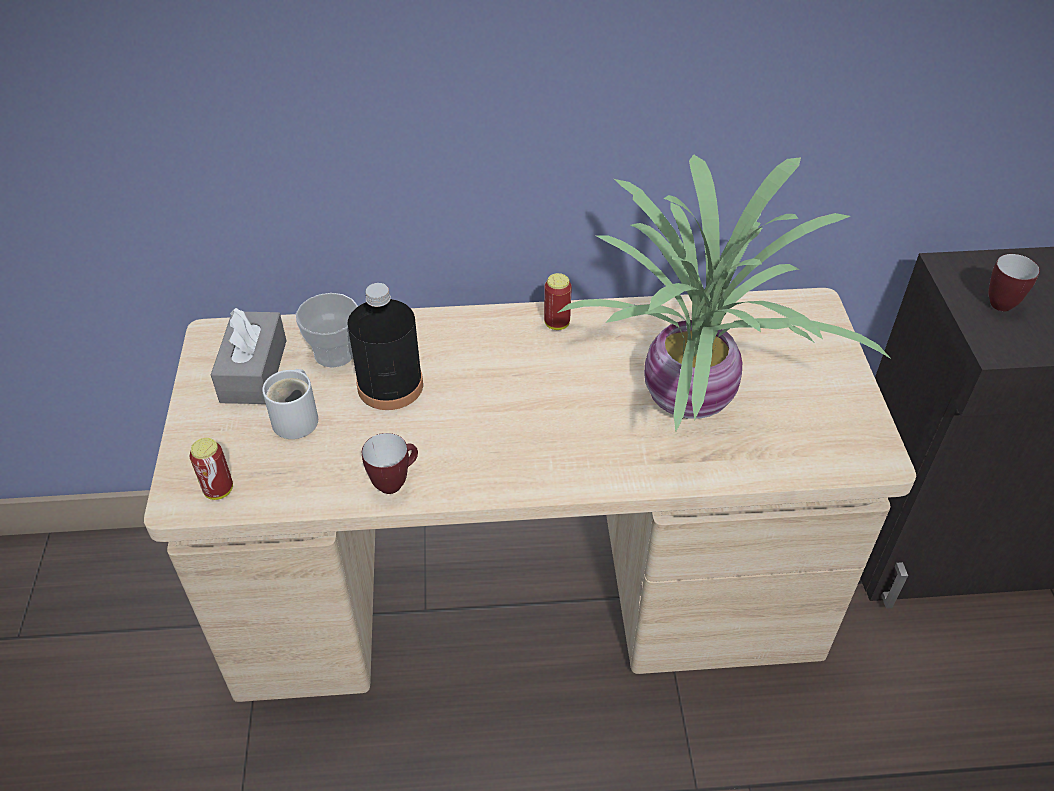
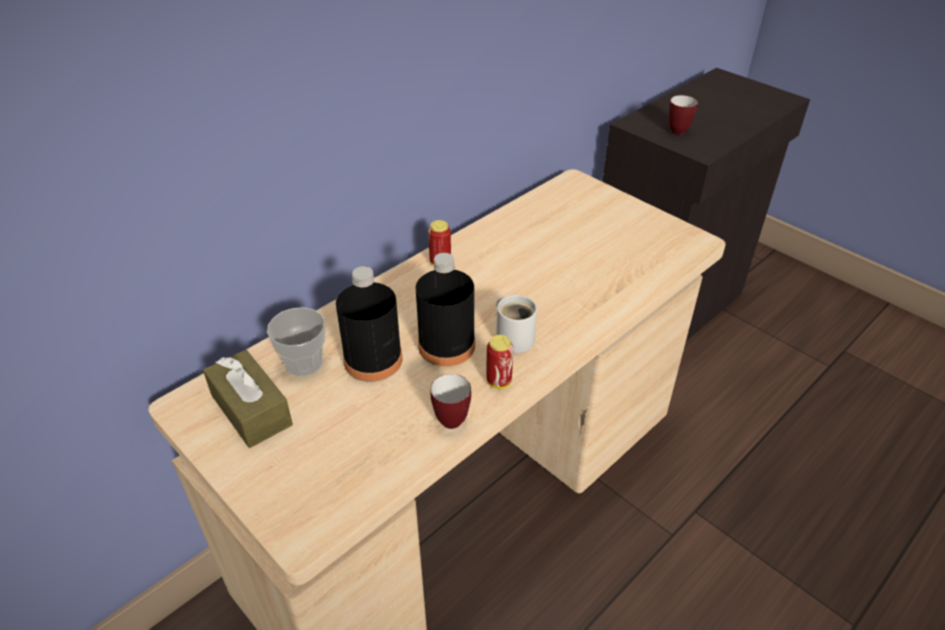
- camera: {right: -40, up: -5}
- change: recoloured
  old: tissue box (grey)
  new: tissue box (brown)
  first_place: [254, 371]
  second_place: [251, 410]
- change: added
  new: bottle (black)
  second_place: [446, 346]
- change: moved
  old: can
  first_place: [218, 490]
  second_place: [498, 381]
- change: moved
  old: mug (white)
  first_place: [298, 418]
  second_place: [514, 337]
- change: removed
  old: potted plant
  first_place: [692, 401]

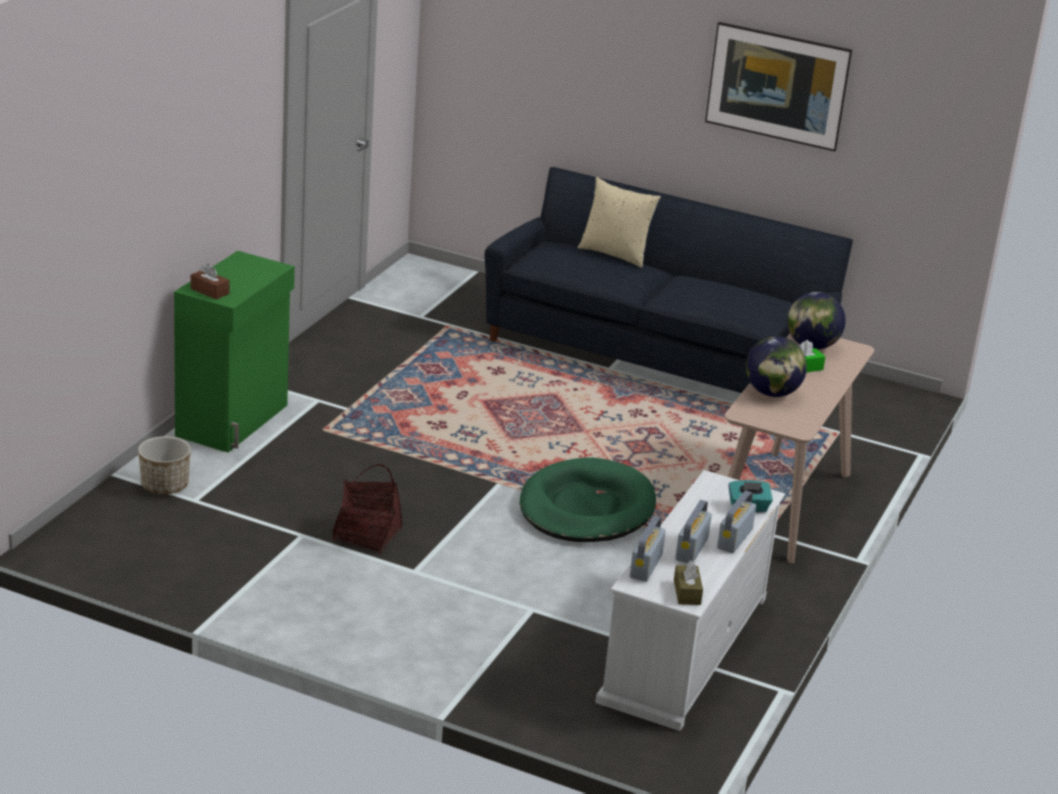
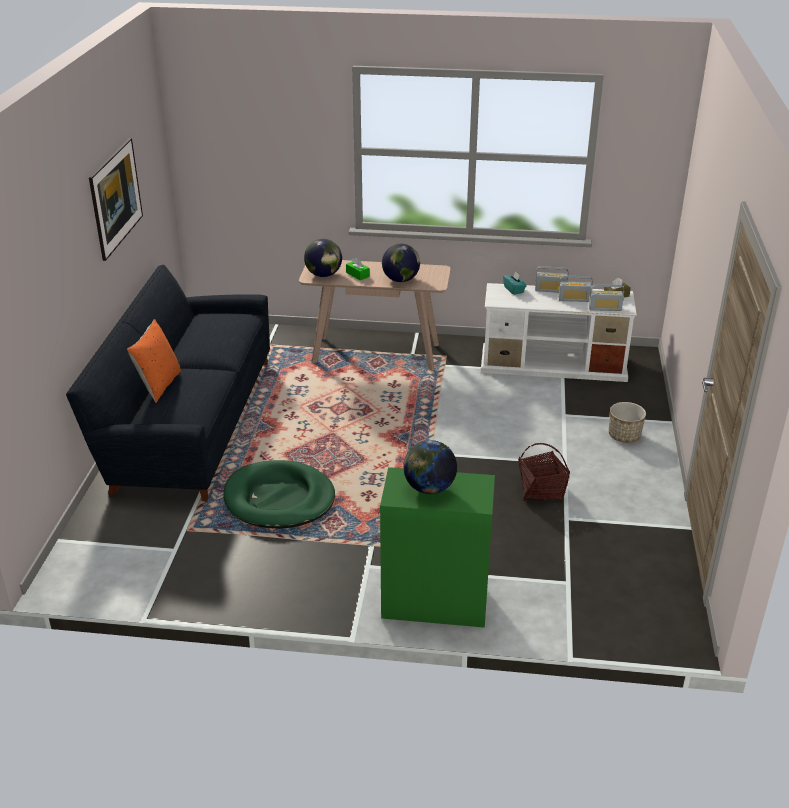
- camera: {right: -105, up: 5}
- change: recoloured
  old: pillow (beige)
  new: pillow (orange)
  first_place: [615, 254]
  second_place: [159, 385]
- change: moved
  old: dog bed (green)
  first_place: [586, 508]
  second_place: [279, 499]
- change: added
  new: globe
  second_place: [429, 488]
- change: moved
  old: planter
  first_place: [164, 486]
  second_place: [624, 436]
- change: removed
  old: tissue box (brown)
  first_place: [209, 291]

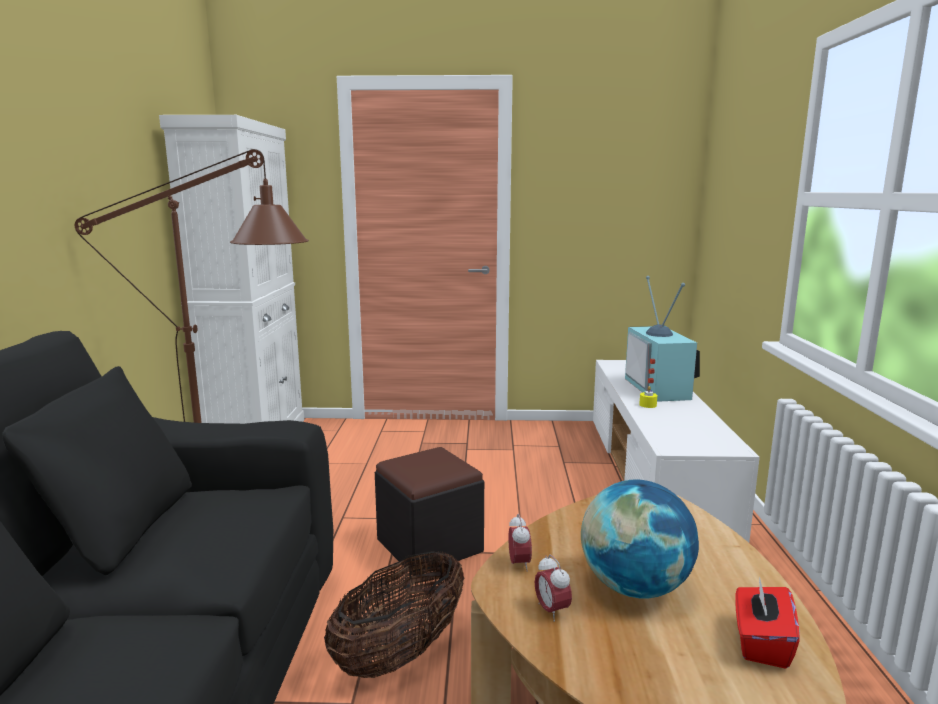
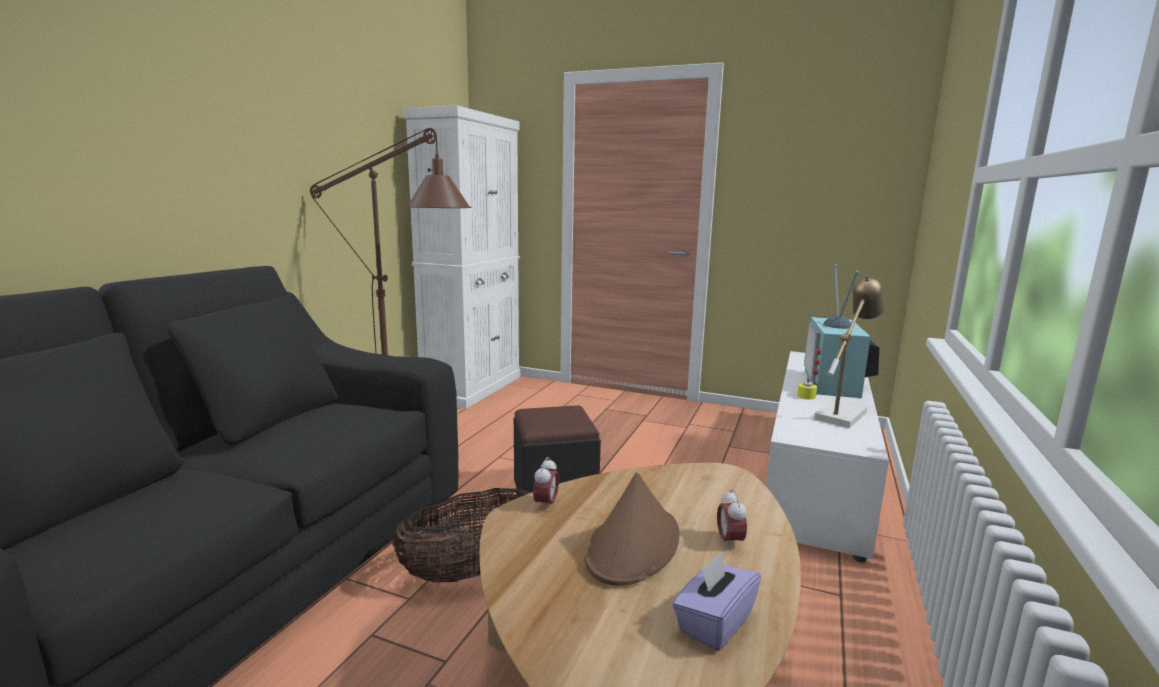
- camera: {right: 20, up: 0}
- change: replaced
  old: globe
  new: hat (brown)
  first_place: [634, 587]
  second_place: [633, 546]
- change: recoloured
  old: tissue box (red)
  new: tissue box (purple)
  first_place: [761, 643]
  second_place: [714, 623]
- change: moved
  old: alarm clock
  first_place: [551, 611]
  second_place: [729, 542]
- change: added
  new: table lamp
  second_place: [842, 413]

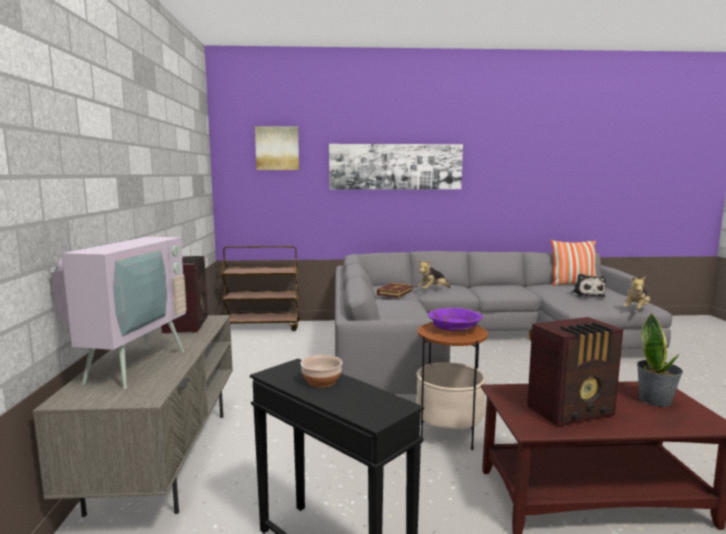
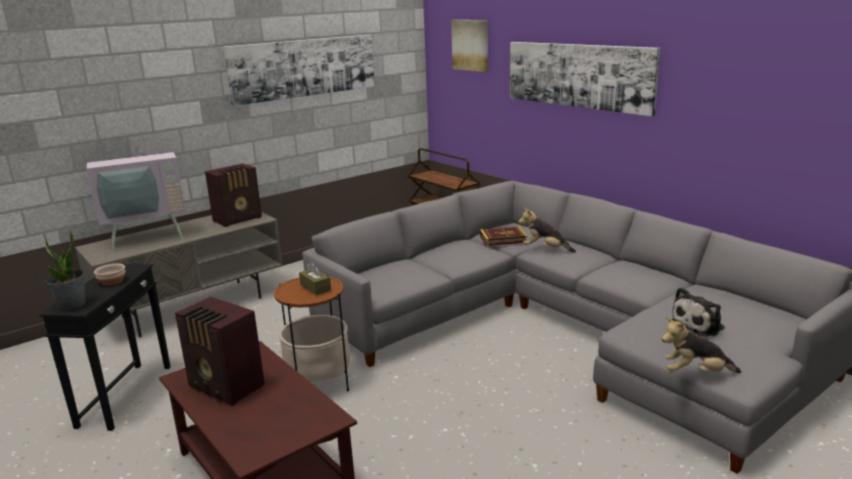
- camera: {right: 55, up: 10}
- change: moved
  old: potted plant
  first_place: [655, 400]
  second_place: [72, 305]
- change: added
  new: picture
  second_place: [303, 68]
- change: replaced
  old: bowl (purple)
  new: tissue box (brown)
  first_place: [454, 328]
  second_place: [315, 287]
- change: removed
  old: pillow
  first_place: [573, 284]

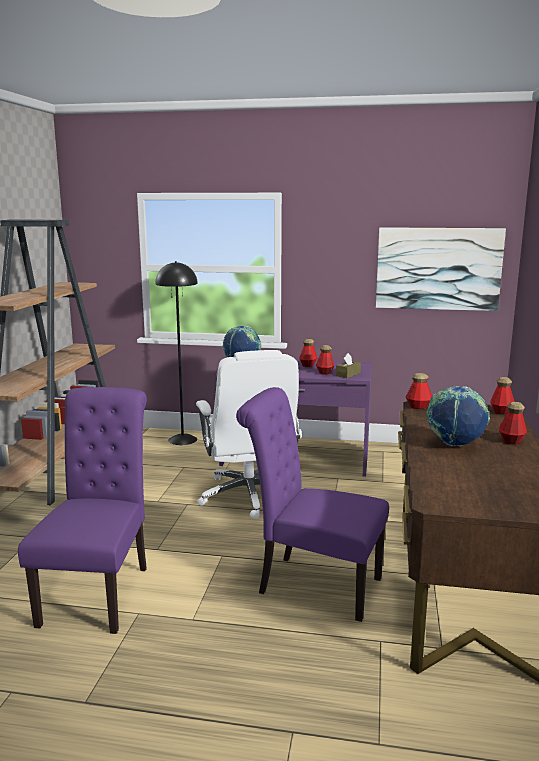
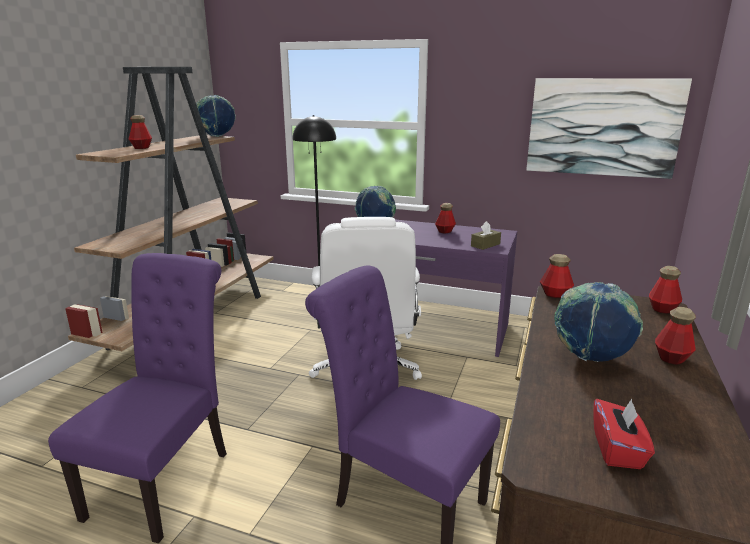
- camera: {right: 10, up: 5}
- change: moved
  old: bottle
  first_place: [324, 372]
  second_place: [141, 148]
- change: added
  new: globe
  second_place: [217, 136]
- change: added
  new: tissue box (red)
  second_place: [618, 450]

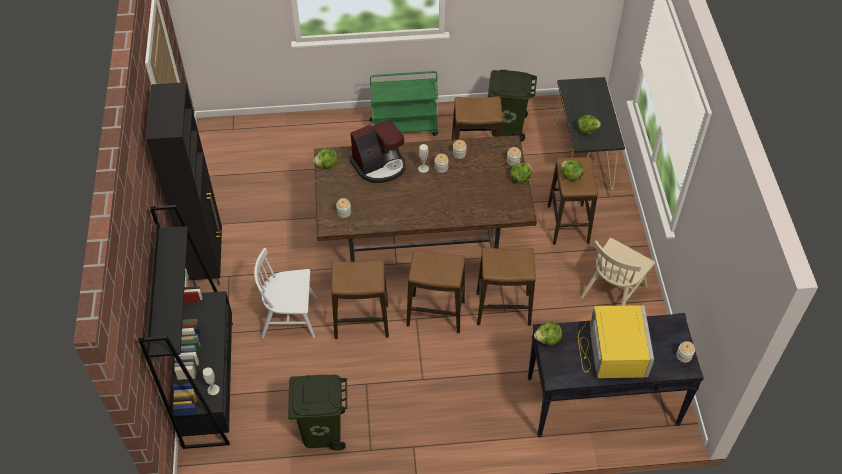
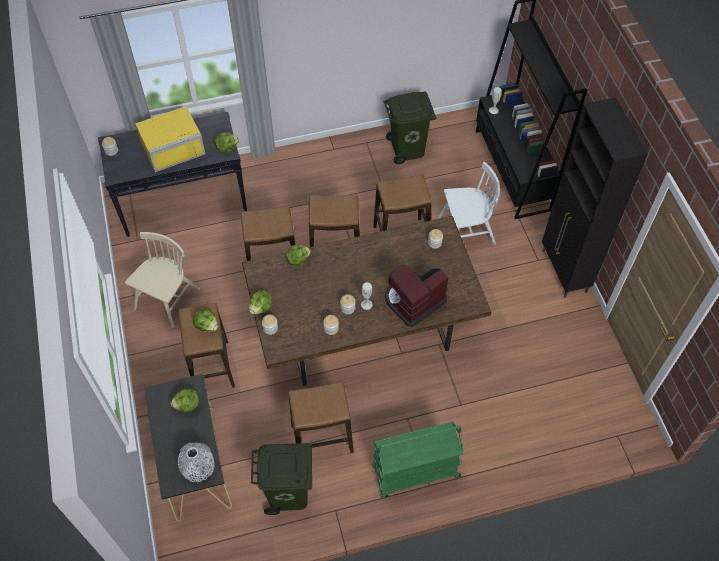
- camera: {right: 170, up: 5}
- change: turned
  old: microwave (yellow)
  first_place: [612, 351]
  second_place: [172, 146]
  degrees: -105
- change: added
  new: vase (grey)
  second_place: [198, 466]
- change: moved
  old: lettuce
  first_place: [327, 165]
  second_place: [298, 260]

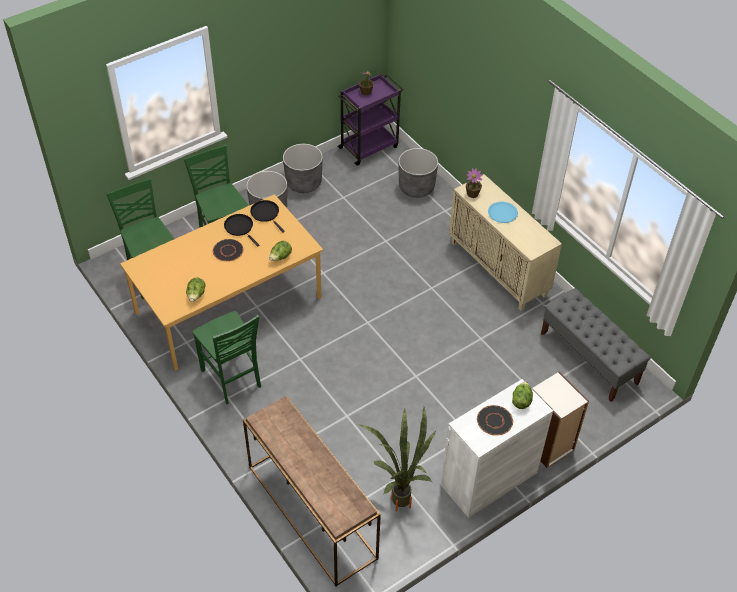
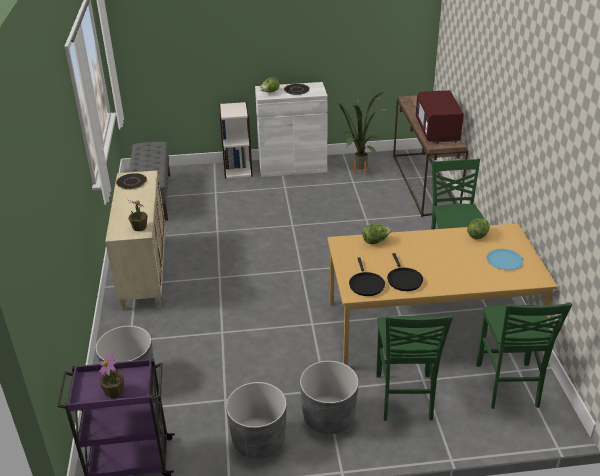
- camera: {right: -150, up: -15}
- change: moved
  old: plate (black)
  first_place: [228, 251]
  second_place: [131, 182]
- change: added
  new: microwave (red)
  second_place: [437, 131]
- change: moved
  old: plate (blue)
  first_place: [502, 213]
  second_place: [504, 260]

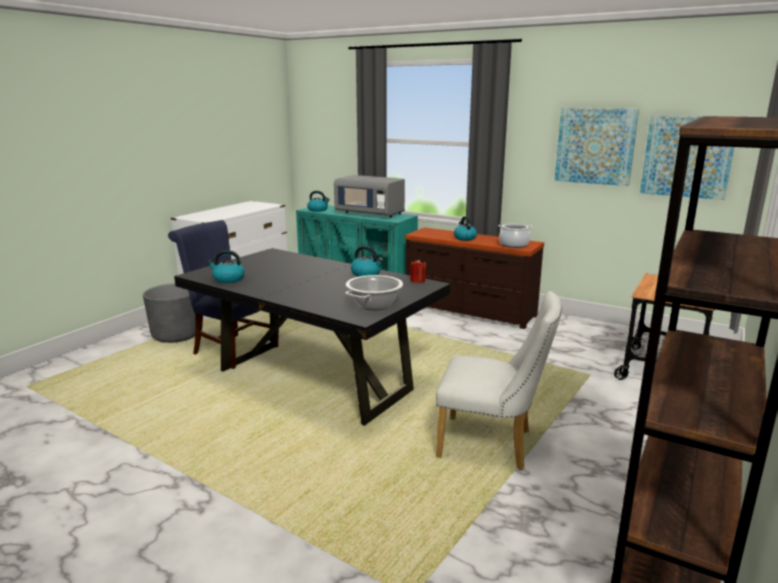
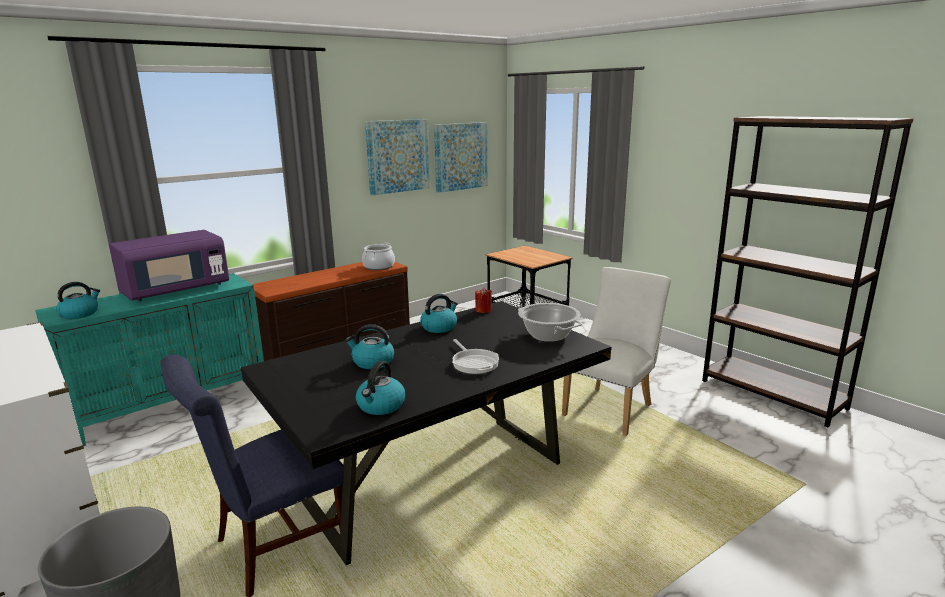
- camera: {right: -70, up: 0}
- change: recoloured
  old: microwave (grey)
  new: microwave (purple)
  first_place: [370, 213]
  second_place: [176, 290]
- change: moved
  old: kettle
  first_place: [464, 238]
  second_place: [372, 362]
- change: added
  new: frying pan
  second_place: [474, 363]

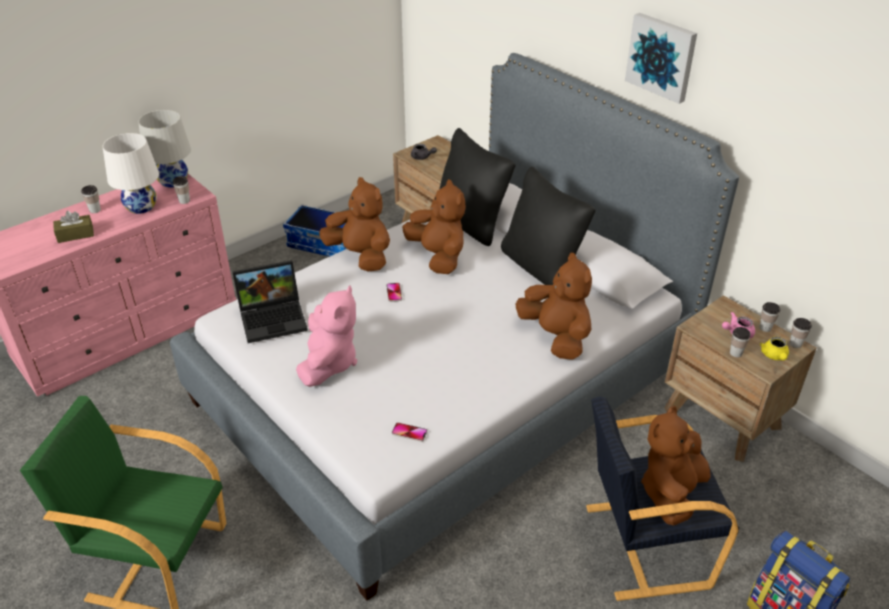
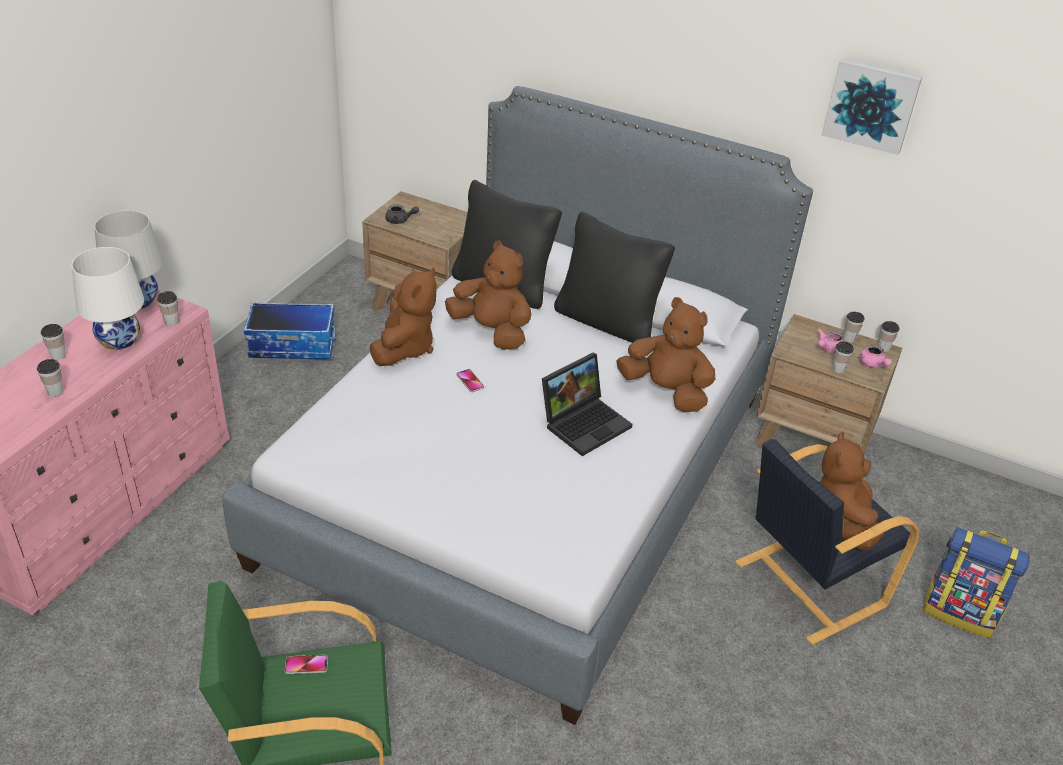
- camera: {right: -25, up: 0}
- change: replaced
  old: tissue box (brown)
  new: cup
  first_place: [75, 235]
  second_place: [55, 392]
- change: moved
  old: phone
  first_place: [409, 432]
  second_place: [306, 665]
- change: turned
  old: plush toy (brown)
  first_place: [360, 256]
  second_place: [404, 348]
  degrees: 90
- change: moved
  old: laptop
  first_place: [274, 318]
  second_place: [585, 422]
- change: moved
  old: picture
  first_place: [662, 57]
  second_place: [871, 105]
- change: recoloured
  old: teapot (yellow)
  new: teapot (pink)
  first_place: [774, 356]
  second_place: [872, 364]
- change: removed
  old: plush toy (pink)
  first_place: [329, 363]

